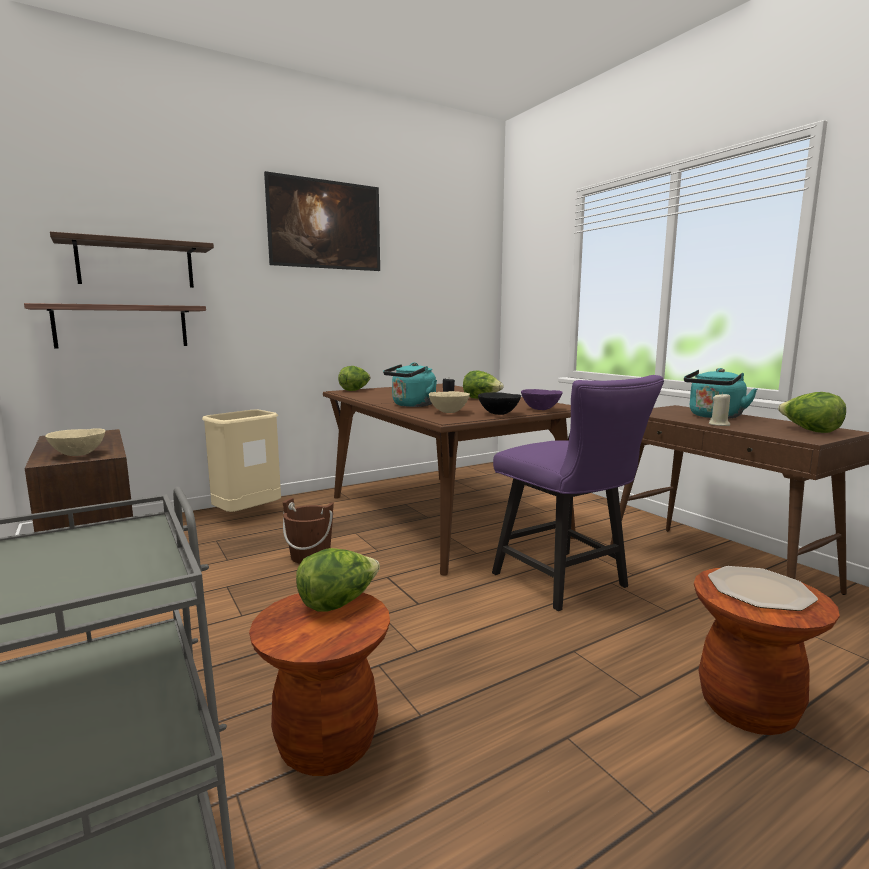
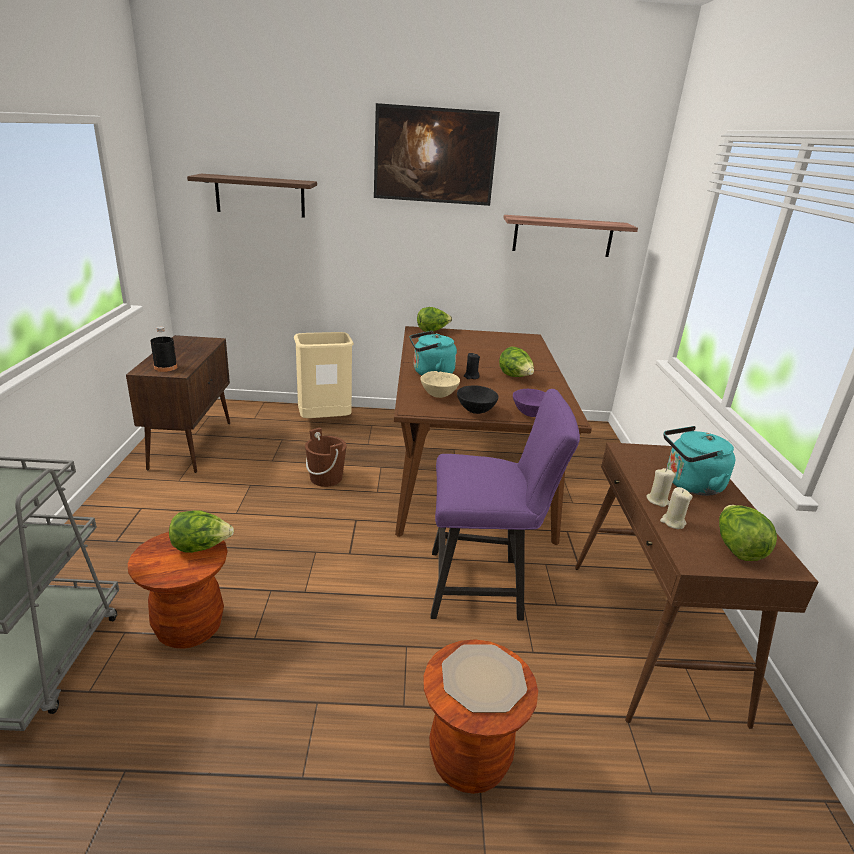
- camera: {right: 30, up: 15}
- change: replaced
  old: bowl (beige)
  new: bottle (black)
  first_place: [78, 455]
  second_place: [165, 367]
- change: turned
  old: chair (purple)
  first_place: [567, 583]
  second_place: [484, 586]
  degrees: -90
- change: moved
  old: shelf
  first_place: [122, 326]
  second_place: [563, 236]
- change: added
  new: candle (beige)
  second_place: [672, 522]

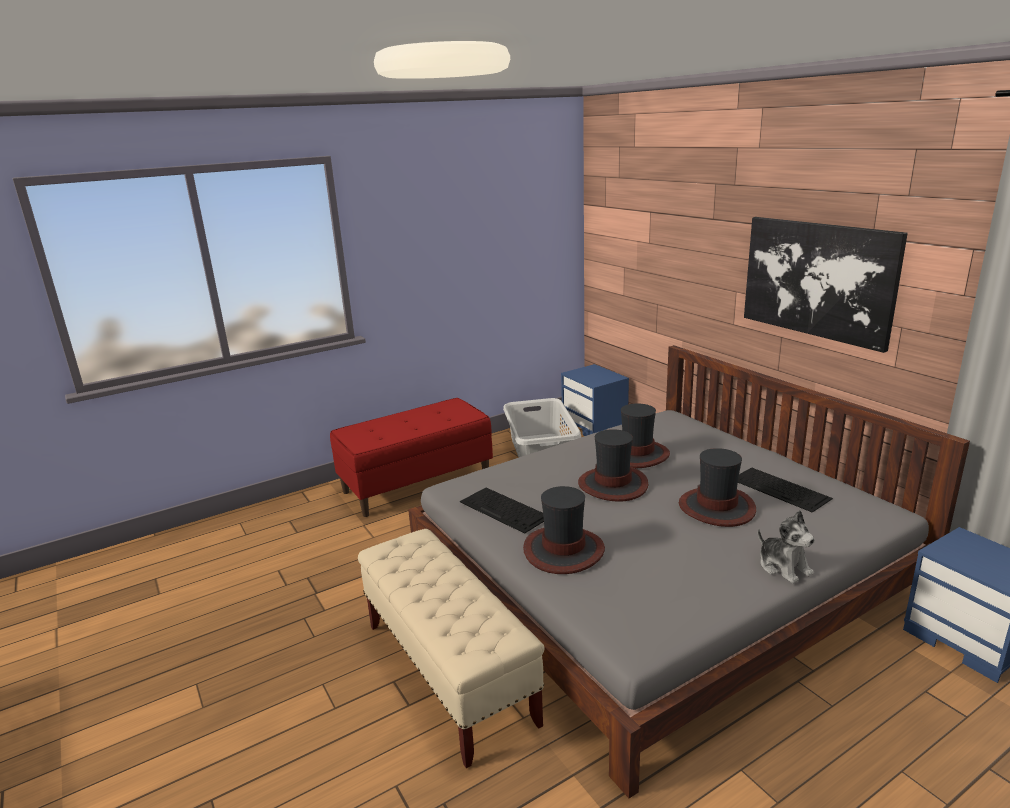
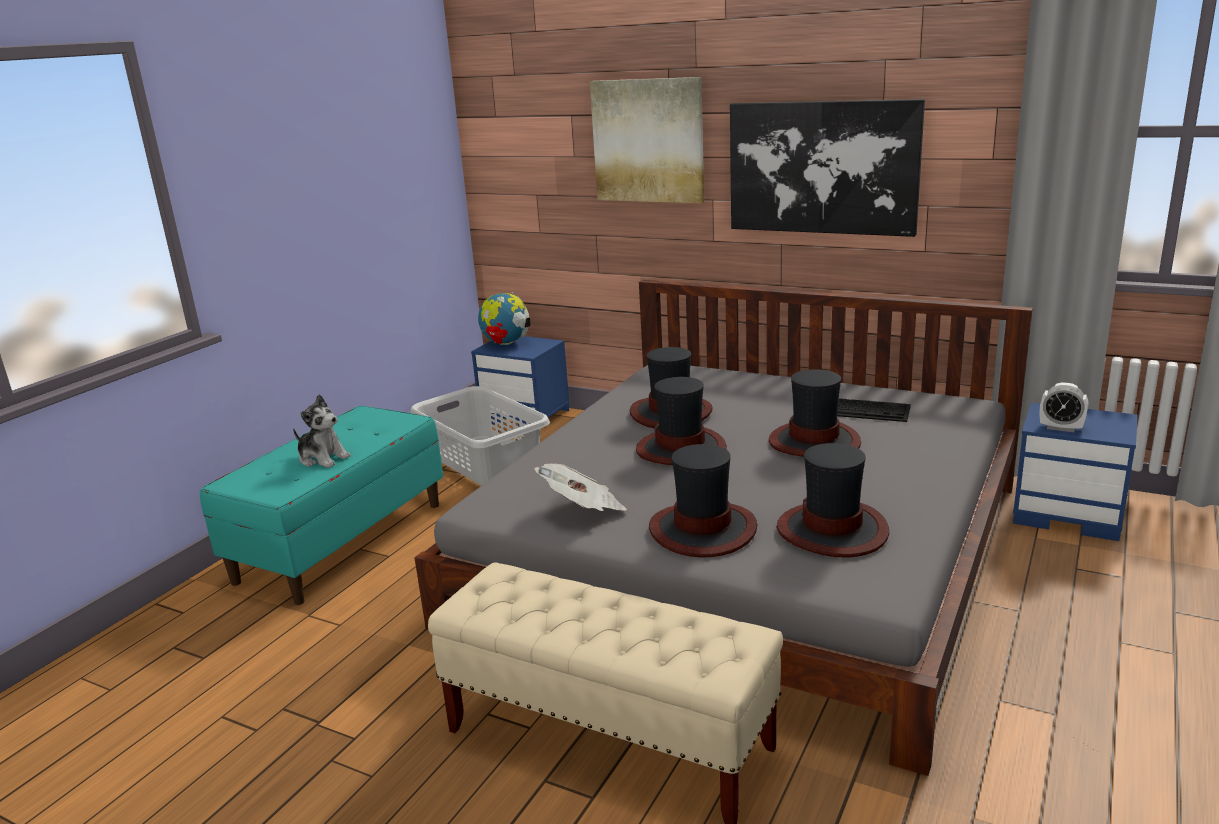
- camera: {right: -30, up: 0}
- change: recoloured
  old: bench (red)
  new: bench (turquoise)
  first_place: [417, 483]
  second_place: [341, 541]
- change: moved
  old: plush toy
  first_place: [783, 567]
  second_place: [323, 458]
- change: added
  new: globe
  second_place: [506, 343]
- change: replaced
  old: keyboard
  new: newspaper
  first_place: [505, 509]
  second_place: [583, 509]
- change: added
  new: picture
  second_place: [648, 141]
- change: added
  new: hat
  second_place: [832, 530]
- change: added
  new: alarm clock
  second_place: [1060, 428]

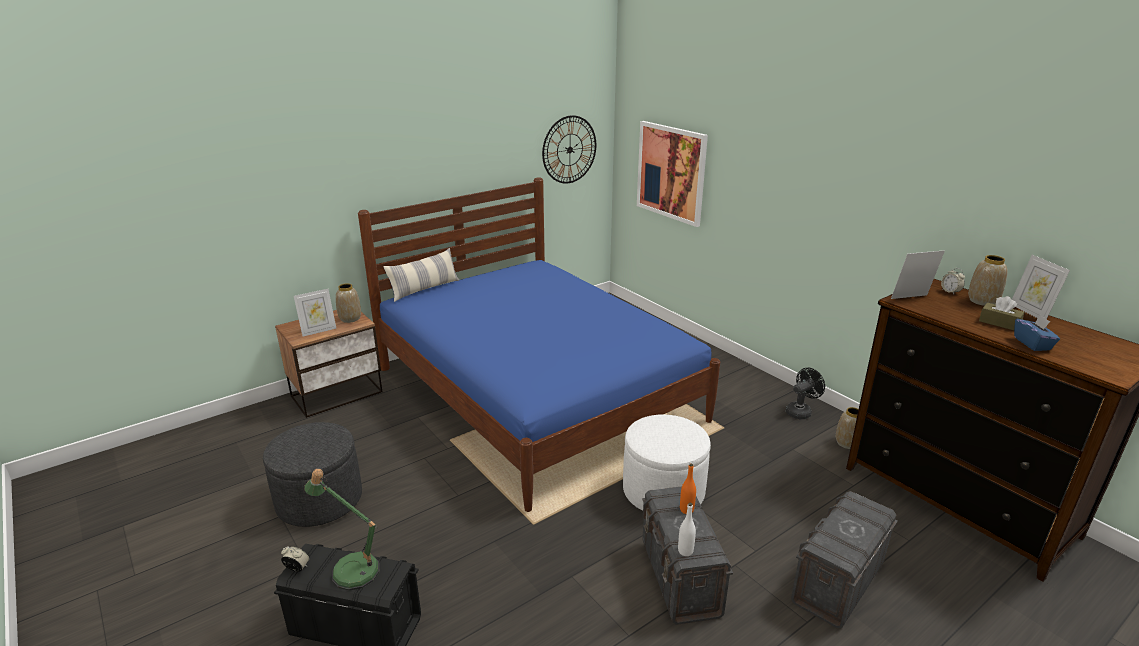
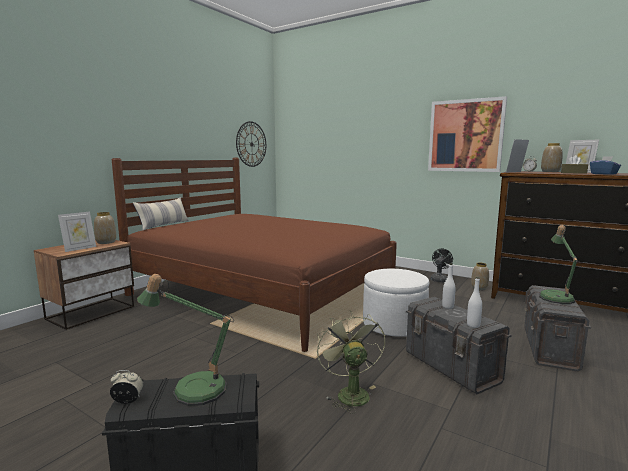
- camera: {right: -20, up: -15}
- change: recoloured
  old: bed (blue)
  new: bed (brown)
  first_place: [536, 393]
  second_place: [262, 292]
- change: added
  new: fan (green)
  second_place: [349, 393]
- change: moved
  old: picture
  first_place: [671, 172]
  second_place: [465, 136]
- change: recoloured
  old: bottle (orange)
  new: bottle (white)
  first_place: [686, 510]
  second_place: [447, 306]
- change: added
  new: table lamp
  second_place: [556, 296]
- change: removed
  old: ottoman (grey)
  first_place: [319, 500]

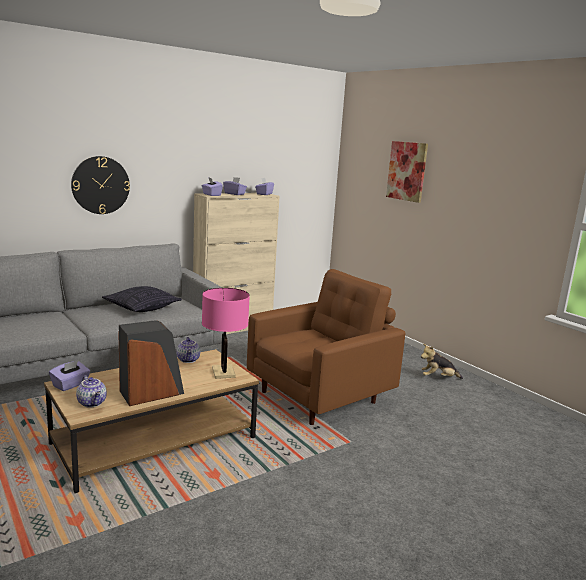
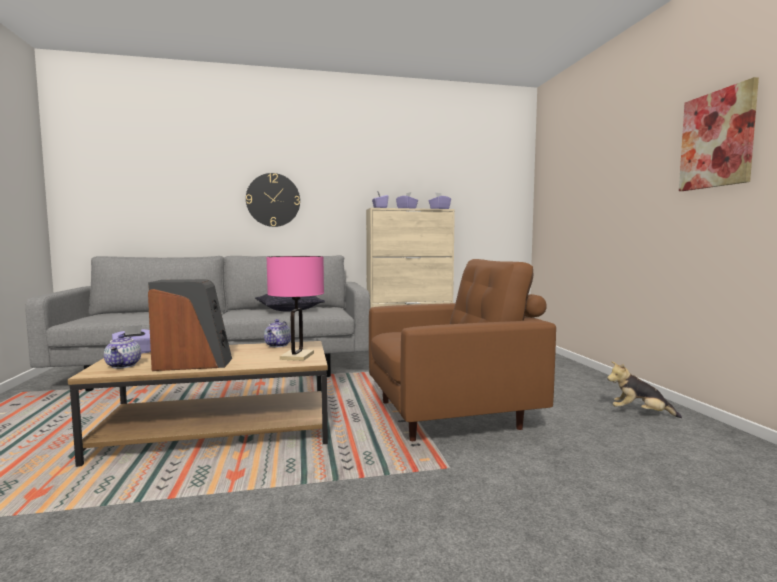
- camera: {right: 25, up: -10}
- change: moved
  old: picture
  first_place: [407, 171]
  second_place: [717, 139]

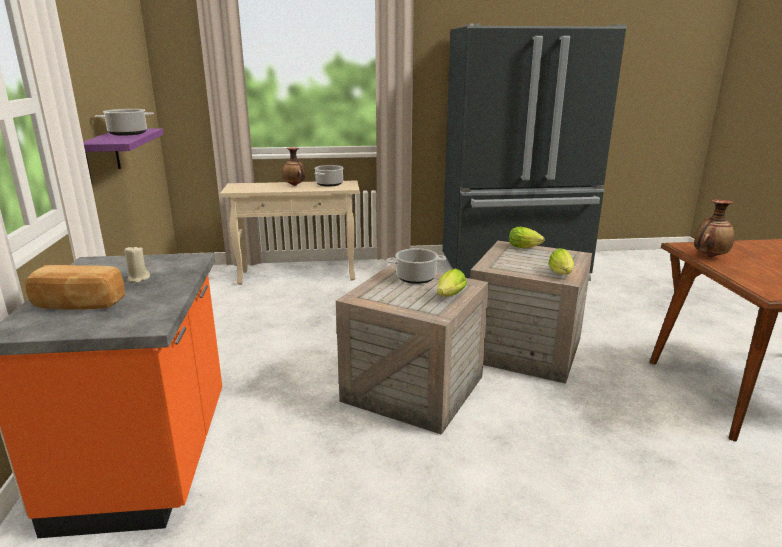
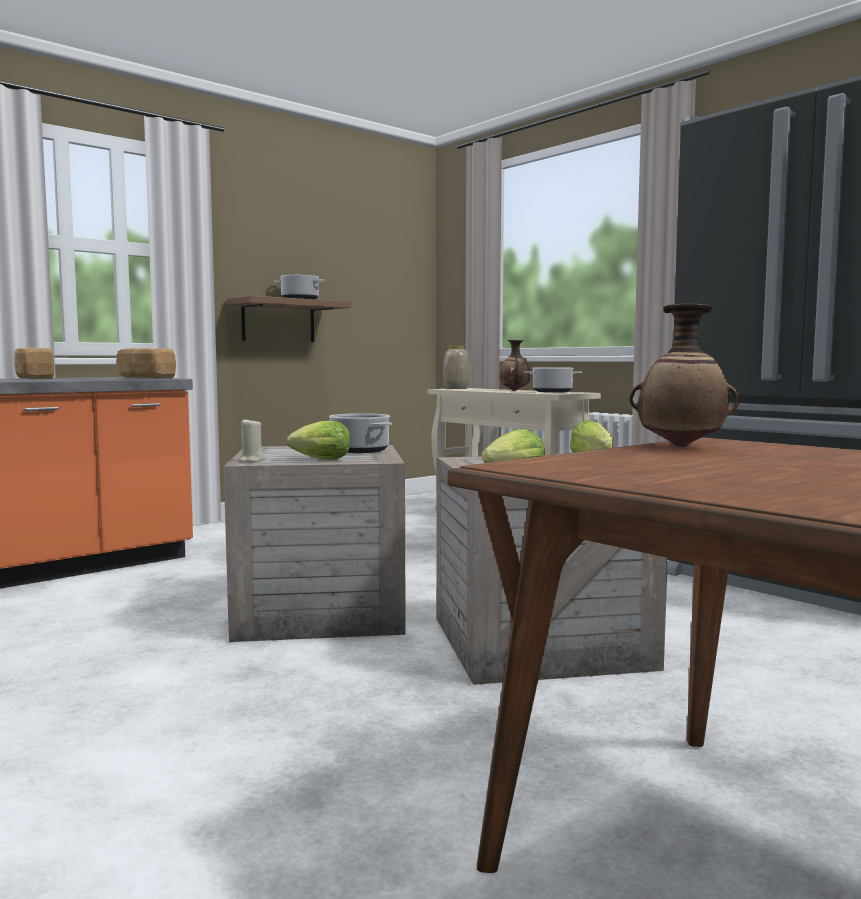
- camera: {right: 55, up: -15}
- change: added
  new: bread
  second_place: [144, 378]
- change: recoloured
  old: shelf (purple)
  new: shelf (brown)
  first_place: [101, 156]
  second_place: [278, 321]
- change: moved
  old: candle (beige)
  first_place: [138, 278]
  second_place: [251, 460]
- change: added
  new: vase
  second_place: [456, 388]

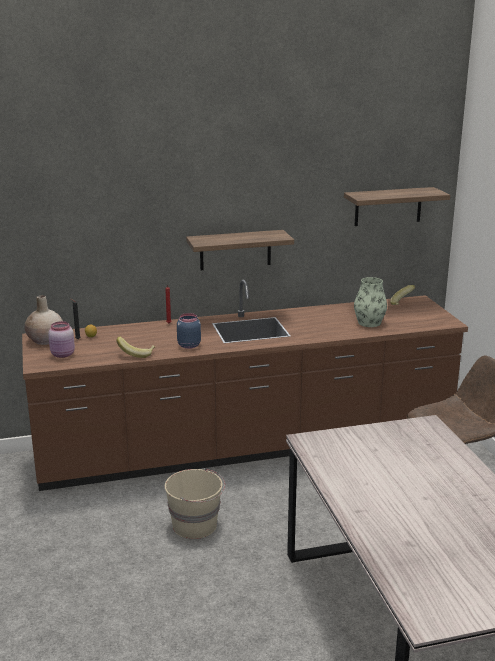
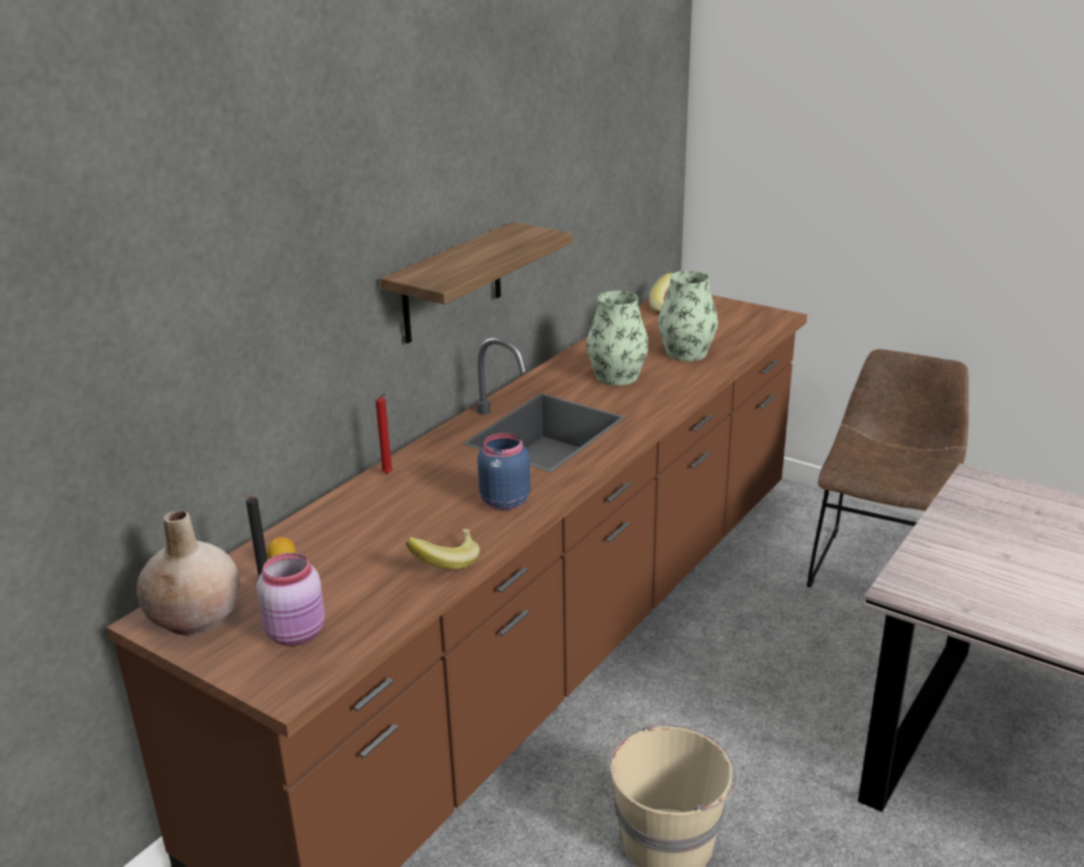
- camera: {right: -40, up: 5}
- change: added
  new: vase
  second_place: [617, 376]
- change: removed
  old: shelf
  first_place: [388, 206]

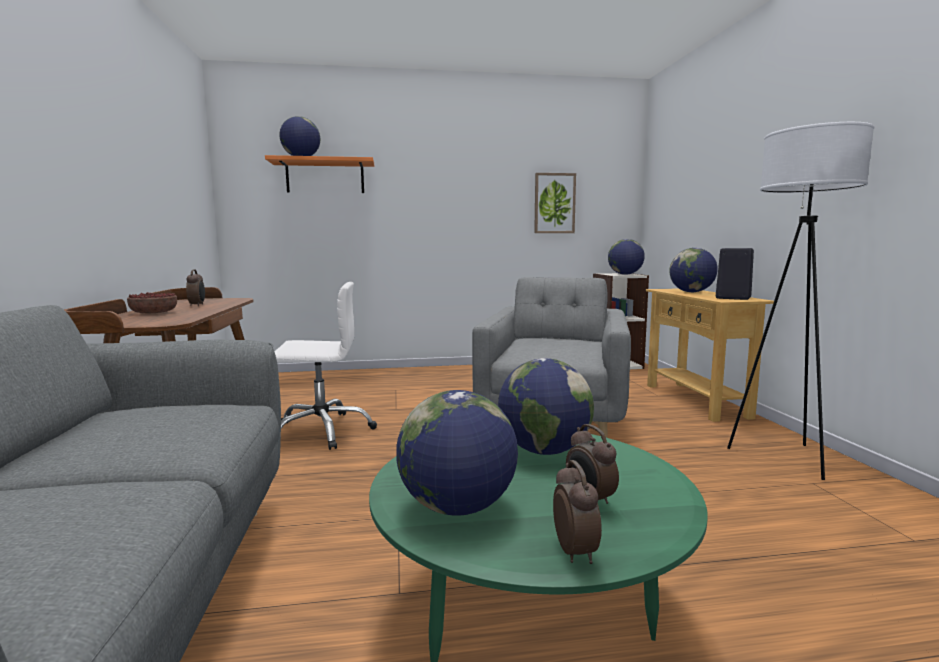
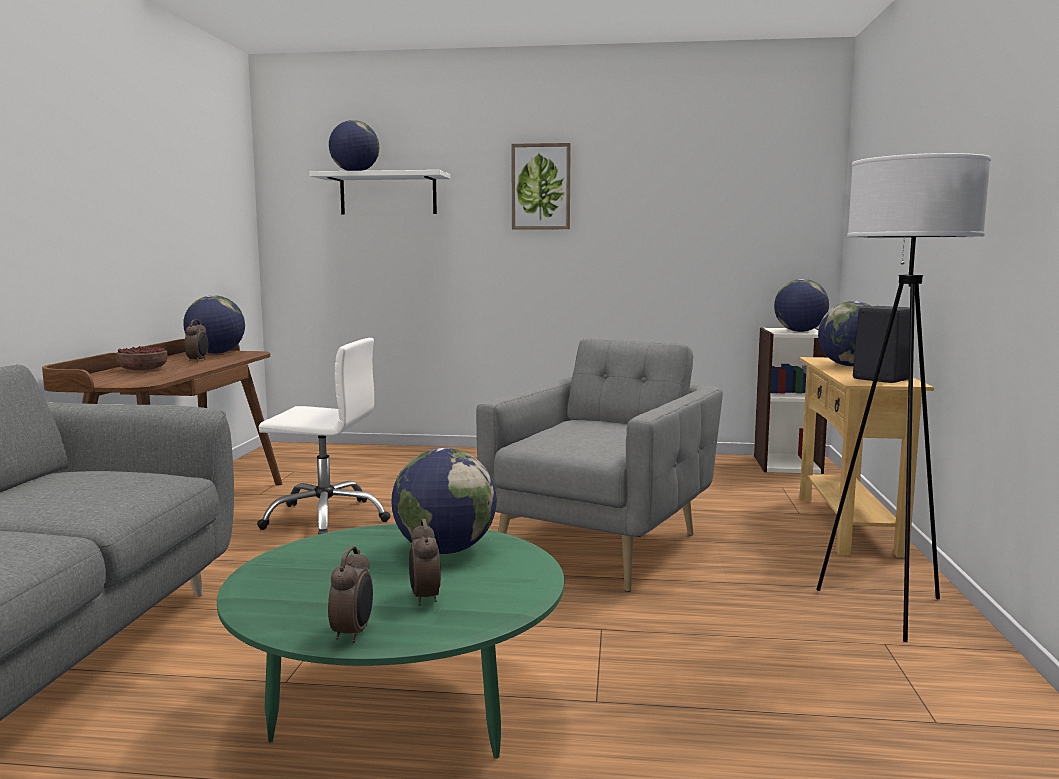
- camera: {right: 15, up: 0}
- change: moved
  old: globe
  first_place: [457, 507]
  second_place: [216, 353]
- change: recoloured
  old: shelf (orange)
  new: shelf (white)
  first_place: [325, 177]
  second_place: [388, 194]
- change: moved
  old: picture
  first_place: [554, 203]
  second_place: [541, 187]

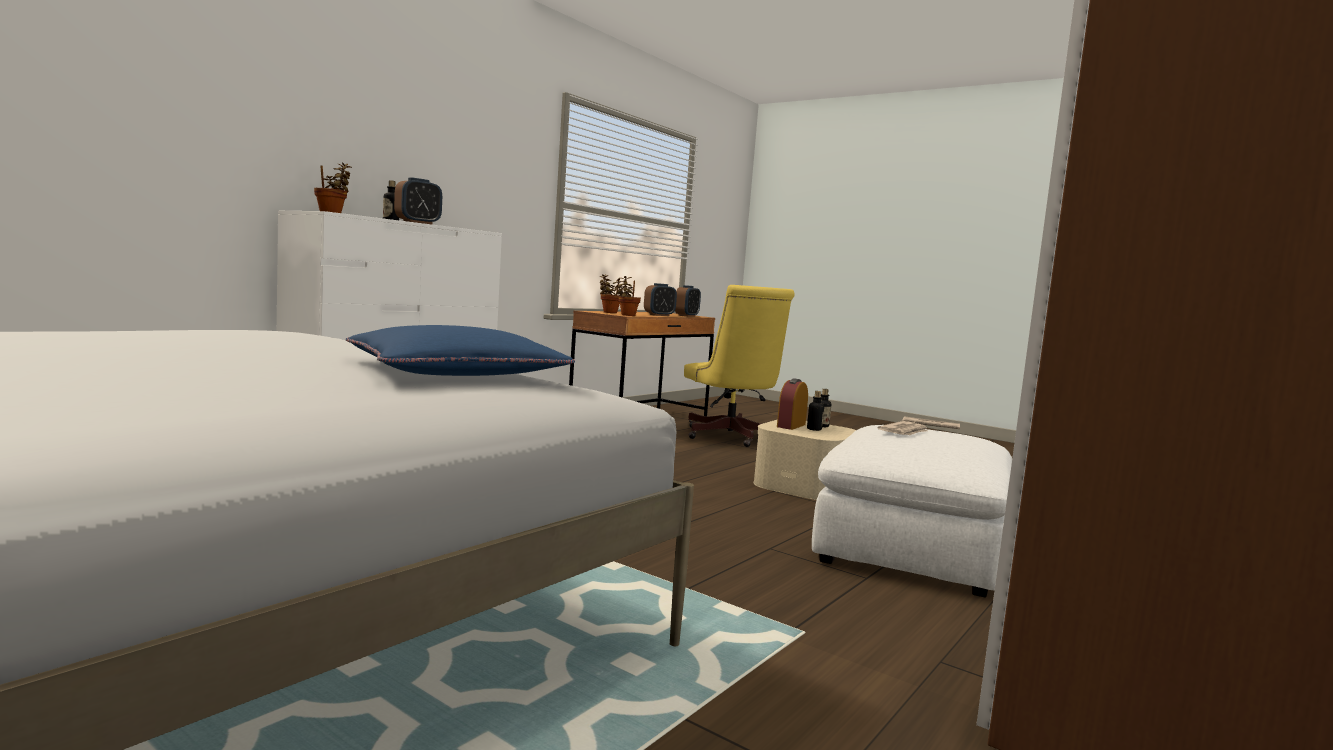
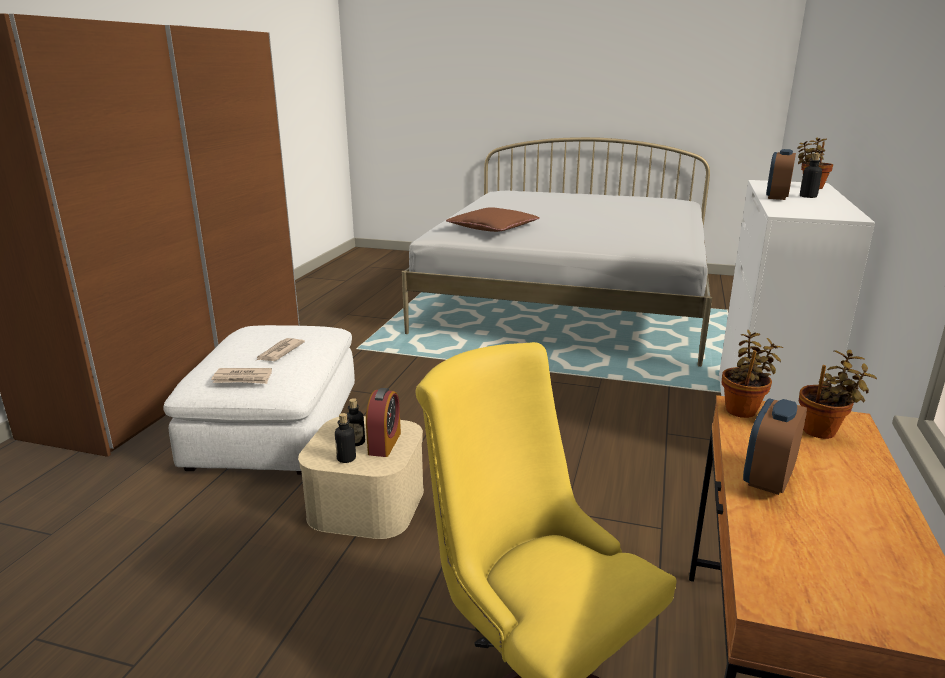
- camera: {right: 160, up: 15}
- change: recoloured
  old: pillow (blue)
  new: pillow (brown)
  first_place: [456, 372]
  second_place: [493, 228]
- change: removed
  old: alarm clock
  first_place: [686, 316]

